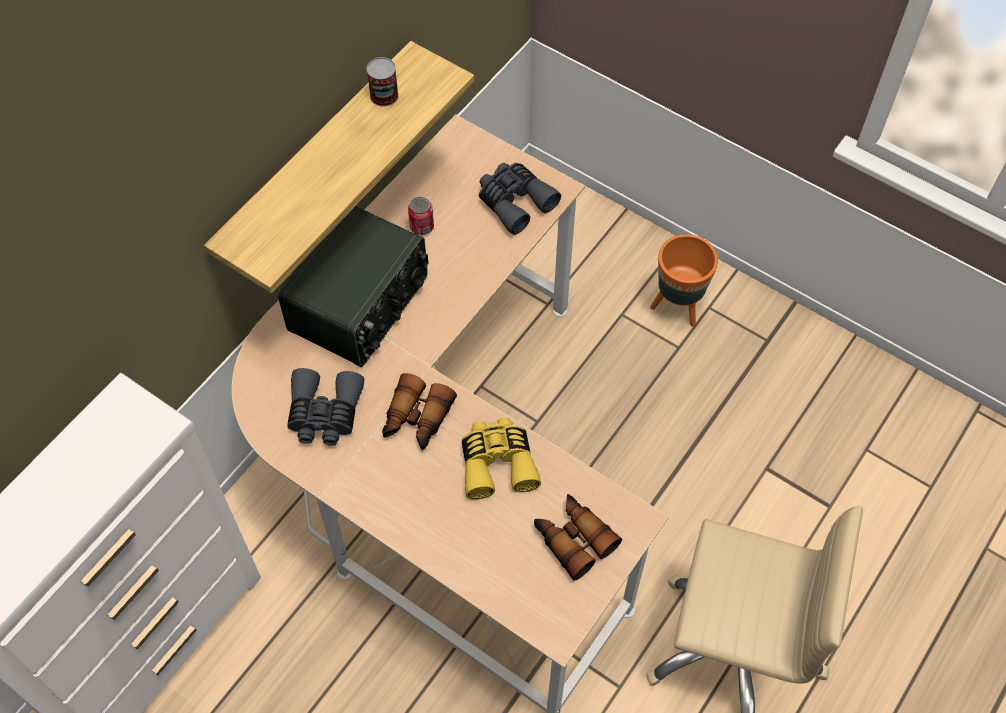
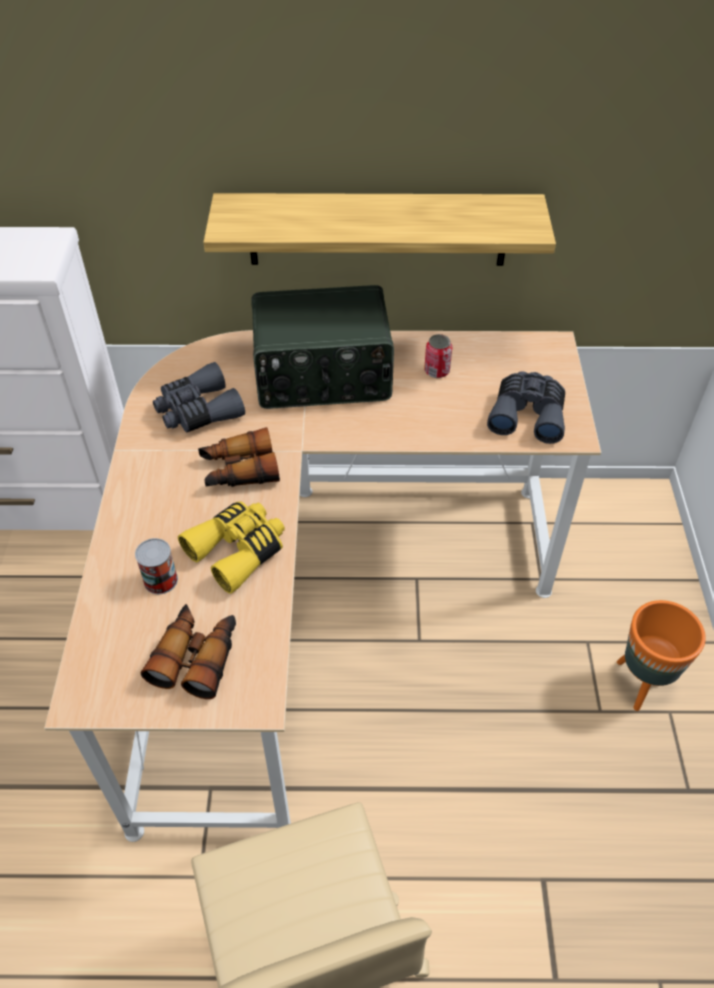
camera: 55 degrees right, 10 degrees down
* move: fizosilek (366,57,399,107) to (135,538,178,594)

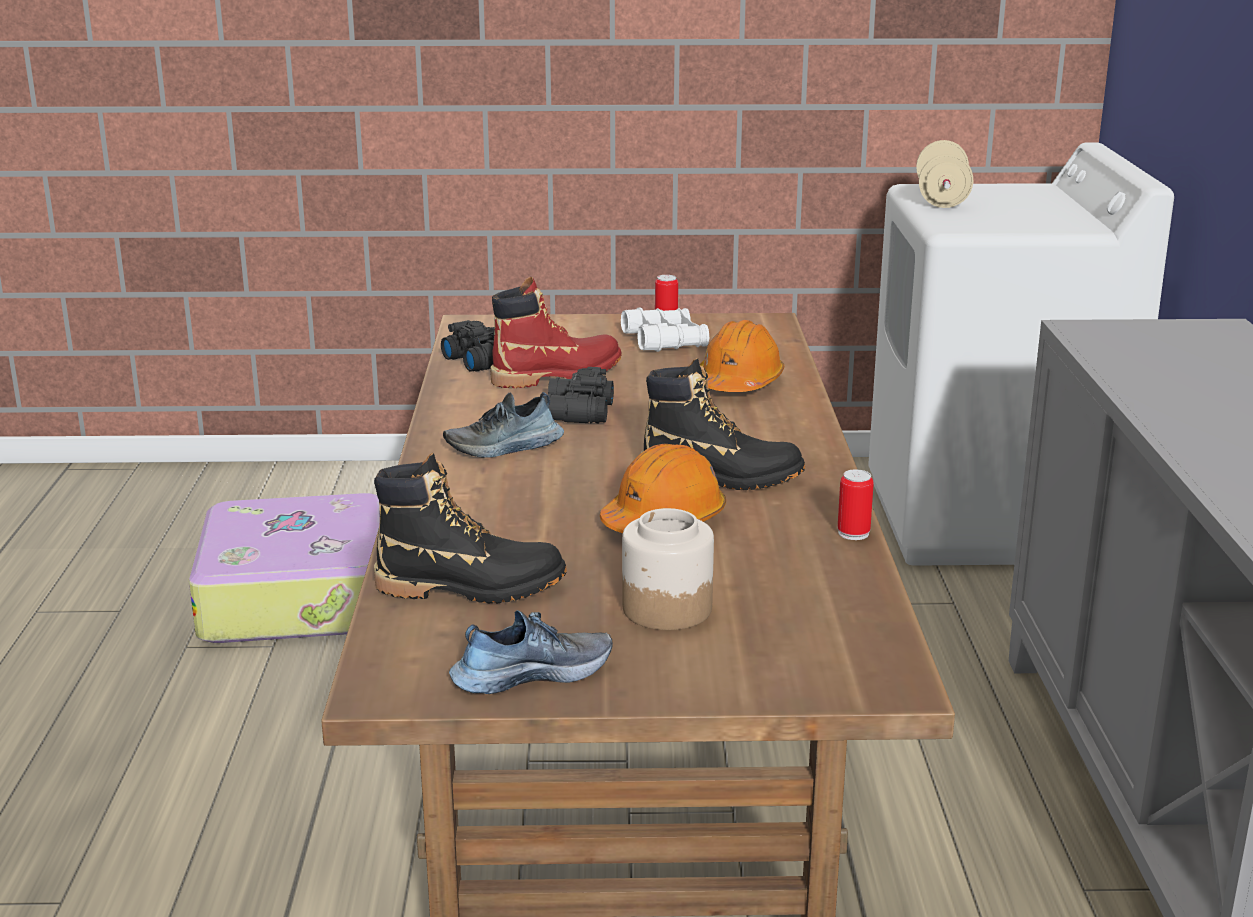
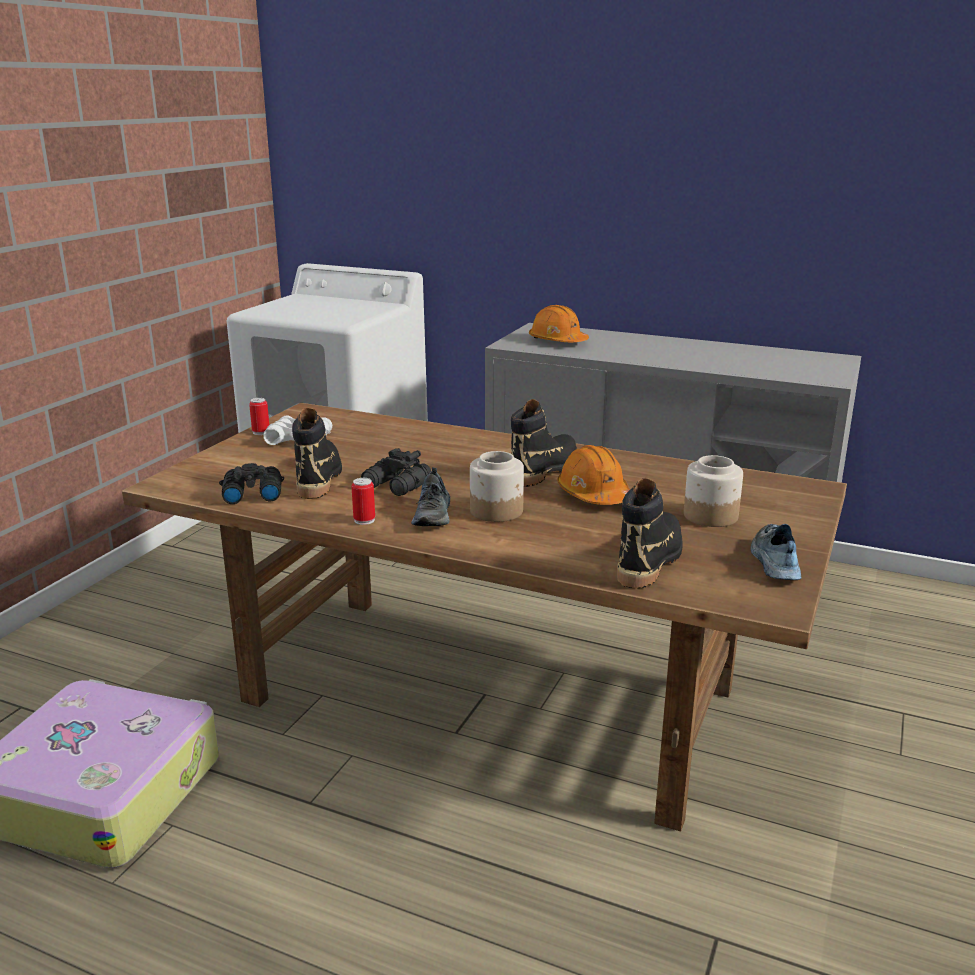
camera: 65 degrees left, 0 degrees up
* delete: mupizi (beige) (916,140,973,208)
* insert: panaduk (470,451,524,522)
* move: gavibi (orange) (700,320,784,392) to (529,305,589,342)
* move: fizosilek (838,469,874,540) to (352,478,375,525)
* recolor: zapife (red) (490,277,622,388) to zapife (black) (292,408,342,499)

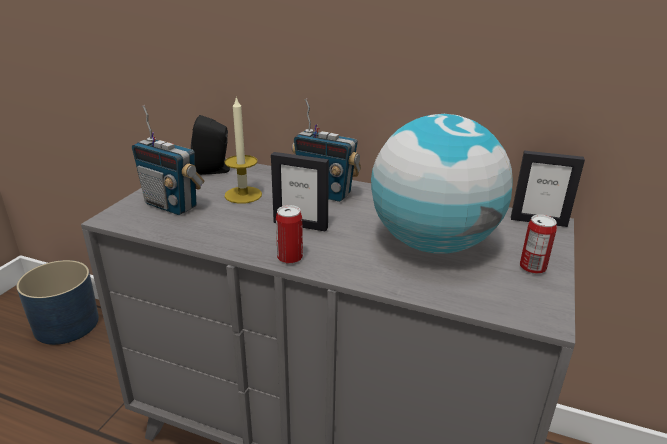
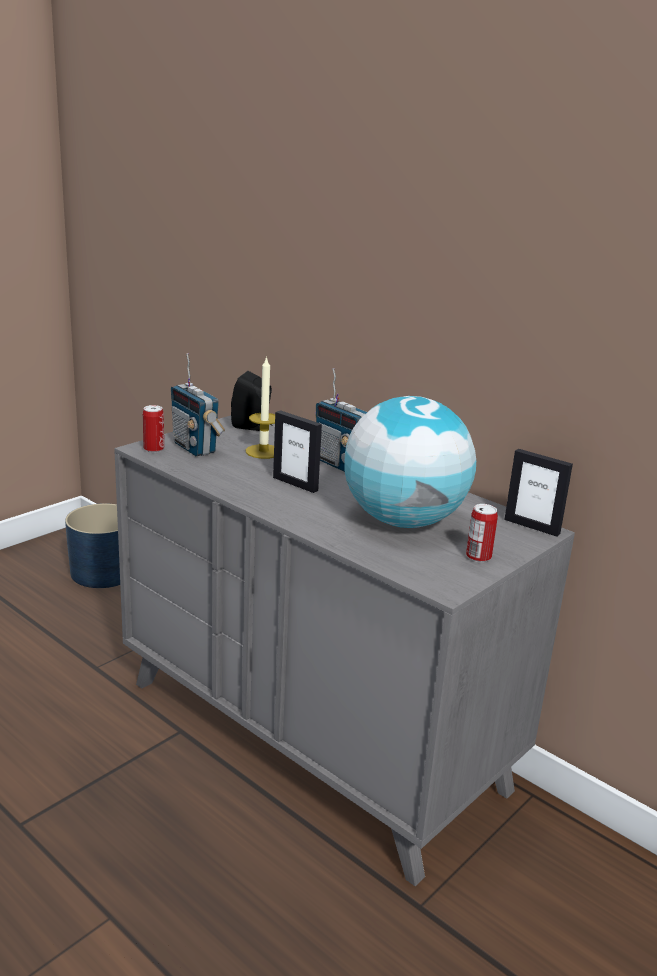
camera: 20 degrees right, 5 degrees down
* move: fizosilek (276,205,303,264) to (143,405,164,453)

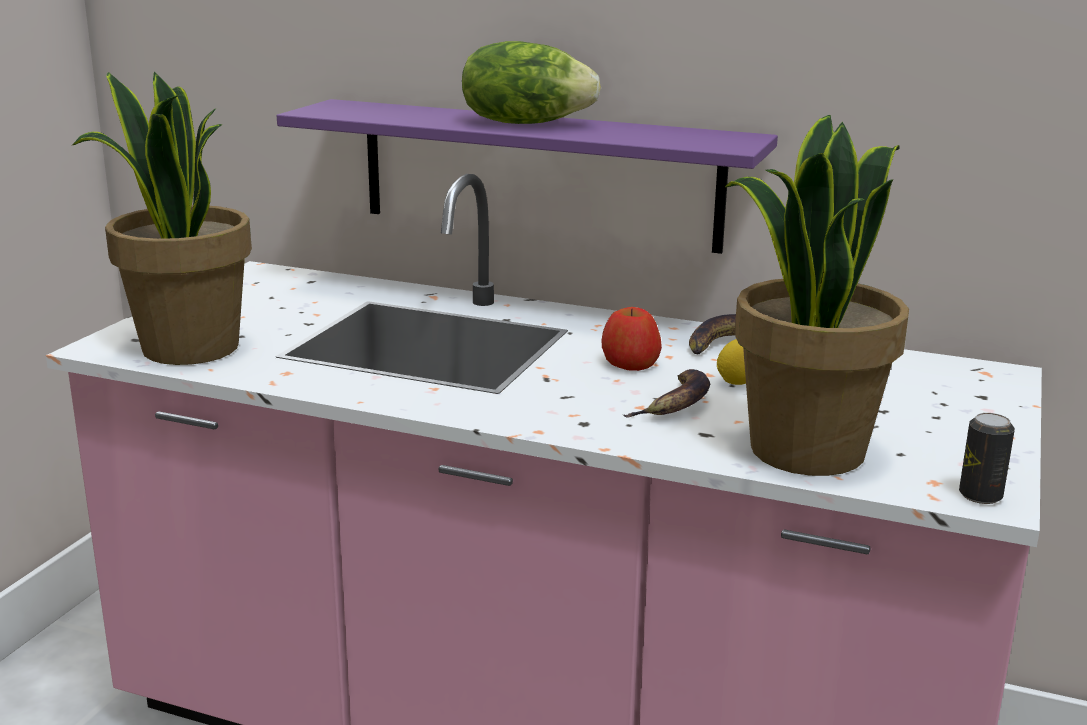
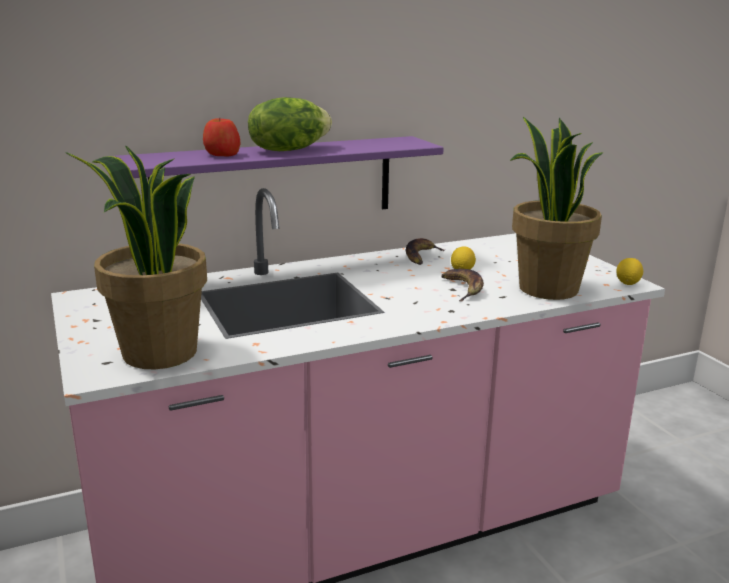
camera: 45 degrees left, 0 degrees up
* move: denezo (601,307,662,371) to (203,117,241,157)
* replace: fizosilek (959,413,1015,504) to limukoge (616,258,643,285)

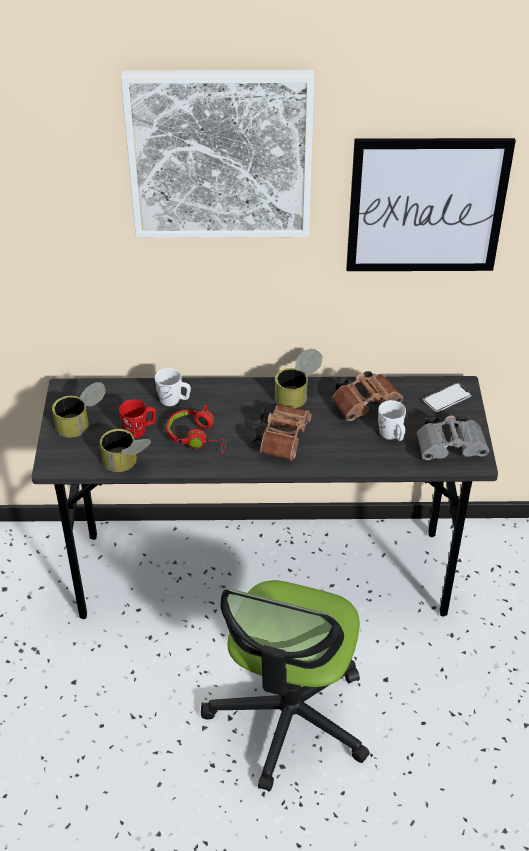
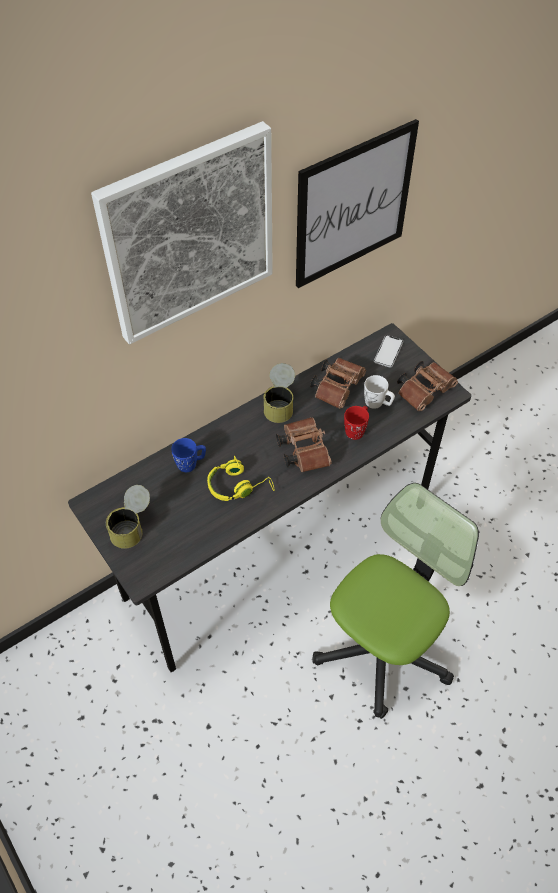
camera: 35 degrees left, 10 degrees up
* delete: fizosilek (100,429,151,472)
* move: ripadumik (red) (119,399,156,439) to (344,406,369,440)
* recolor: ripadumik (white) (155,368,191,406) to ripadumik (blue) (171,438,206,472)
* recolor: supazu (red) (166,405,227,455) to supazu (yellow) (207,456,275,501)
* recolor: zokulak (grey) (417,415,489,460) to zokulak (brown) (397,361,458,411)
* rotate: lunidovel (201,580,370,792) = (312,483,479,719) 120 degrees counterclockwise

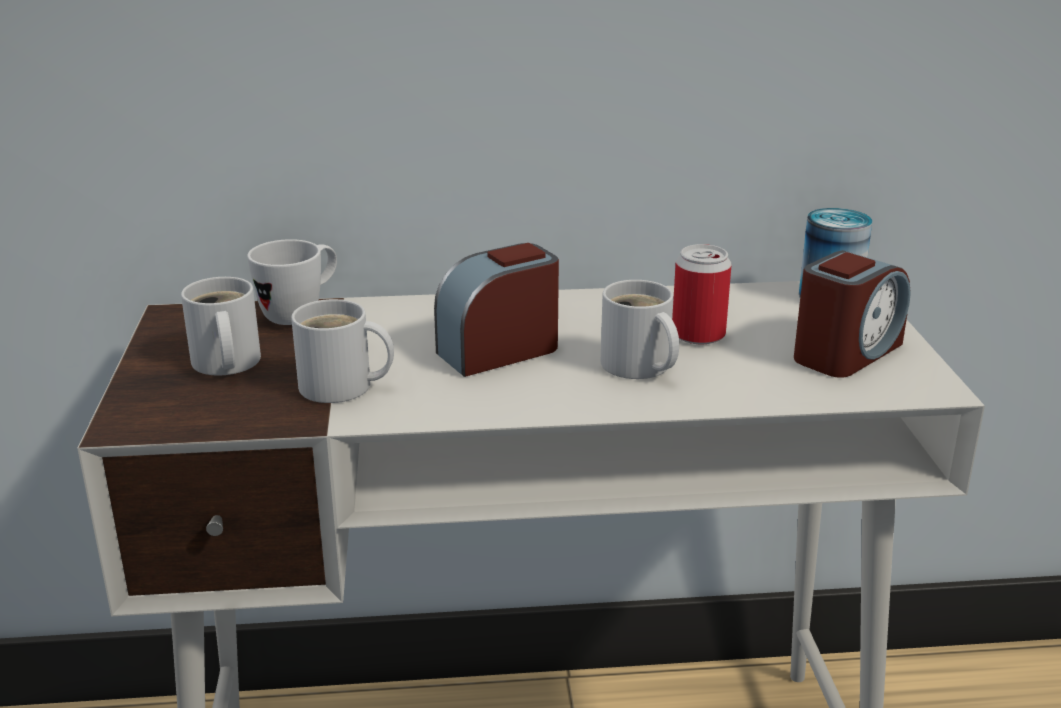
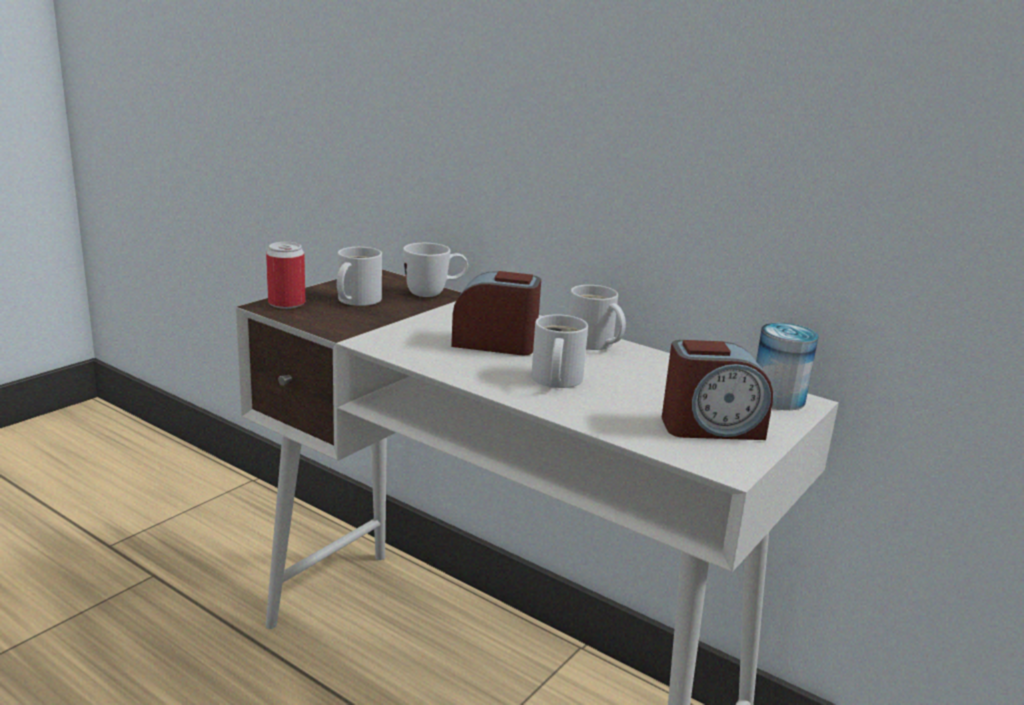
camera: 40 degrees right, 5 degrees down
* move: ripadumik (white) (291,299,394,403) to (569,285,626,350)
* move: fizosilek (672,244,732,344) to (266,242,305,309)

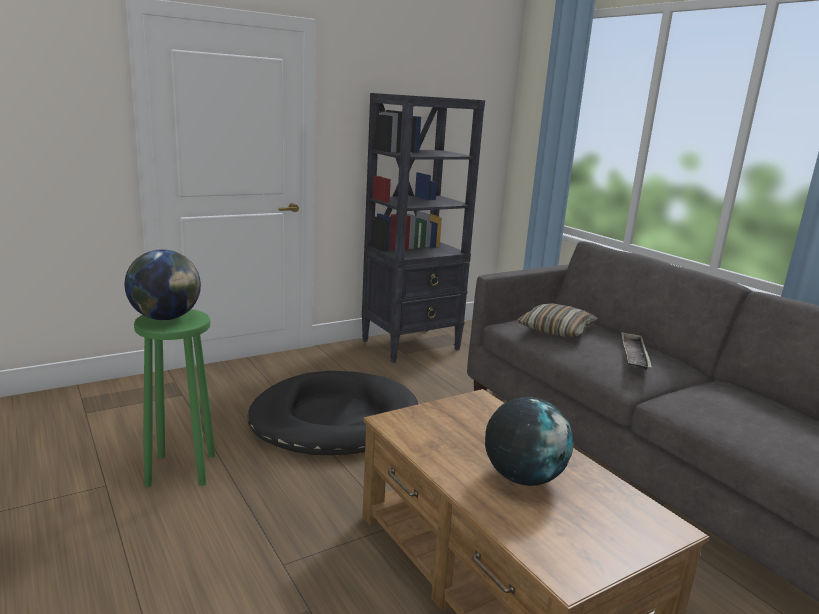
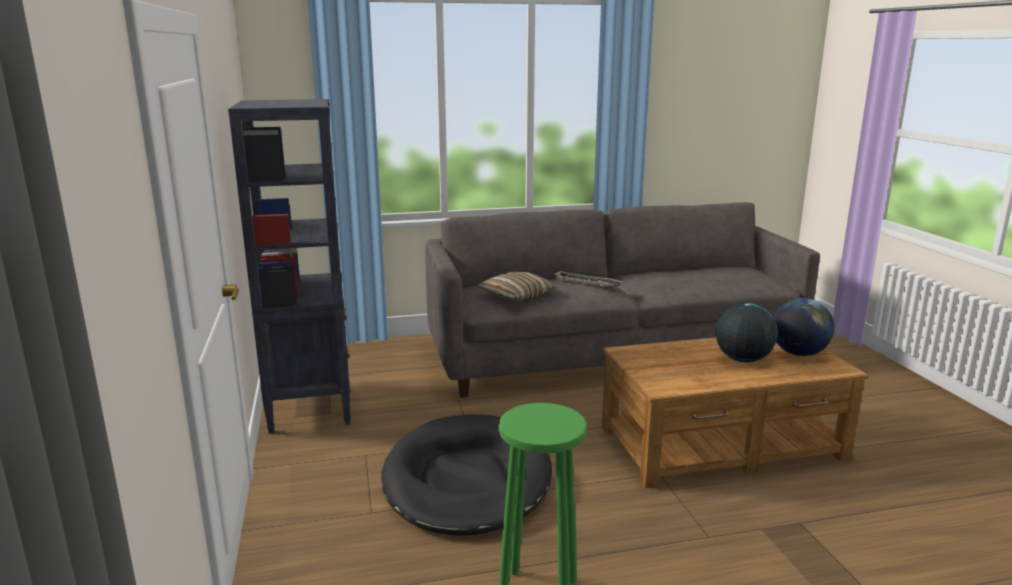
camera: 70 degrees left, 0 degrees up
* move: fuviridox (125,249,201,320) to (773,298,834,356)

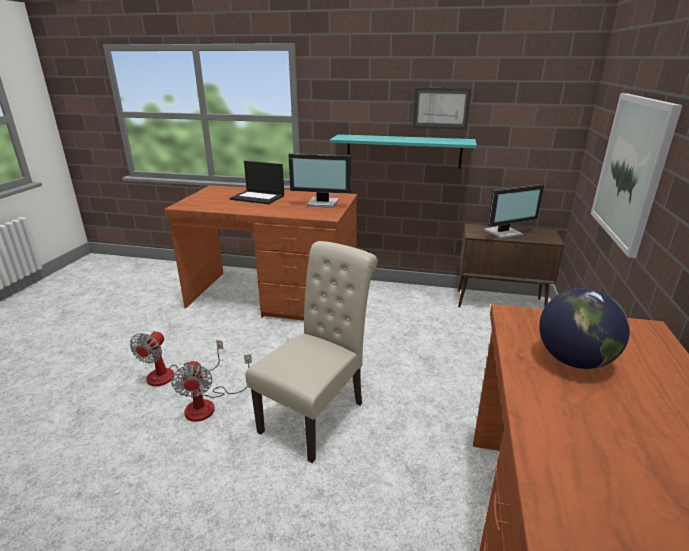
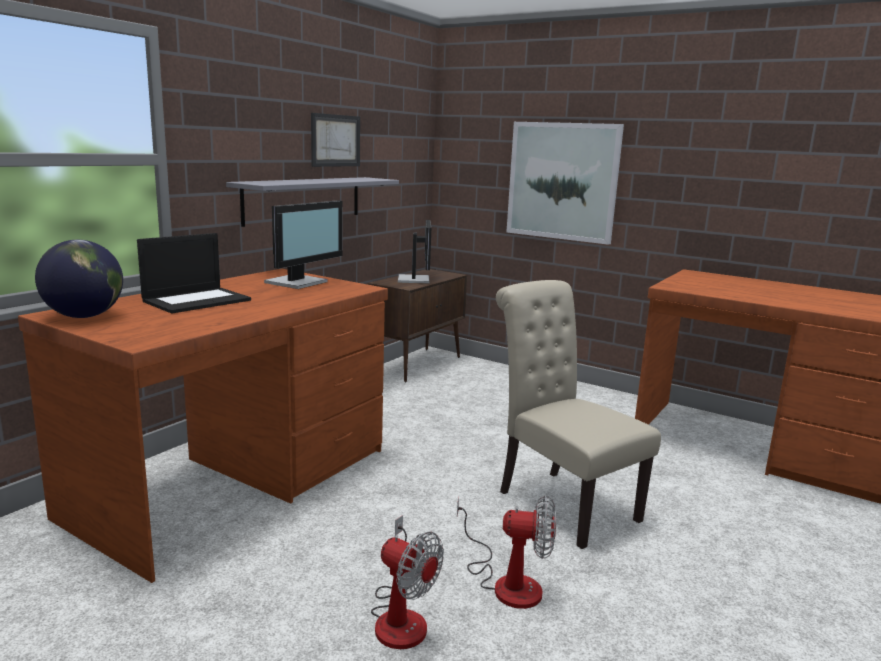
camera: 70 degrees left, 10 degrees down
* move: fuviridox (539,288,630,369) to (35,240,123,318)
* recolor: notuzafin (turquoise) (330,134,477,169) to notuzafin (grey) (226,177,399,227)

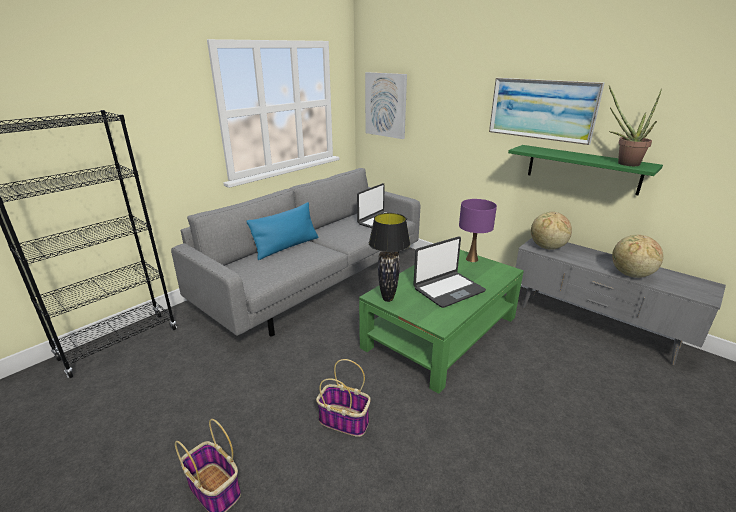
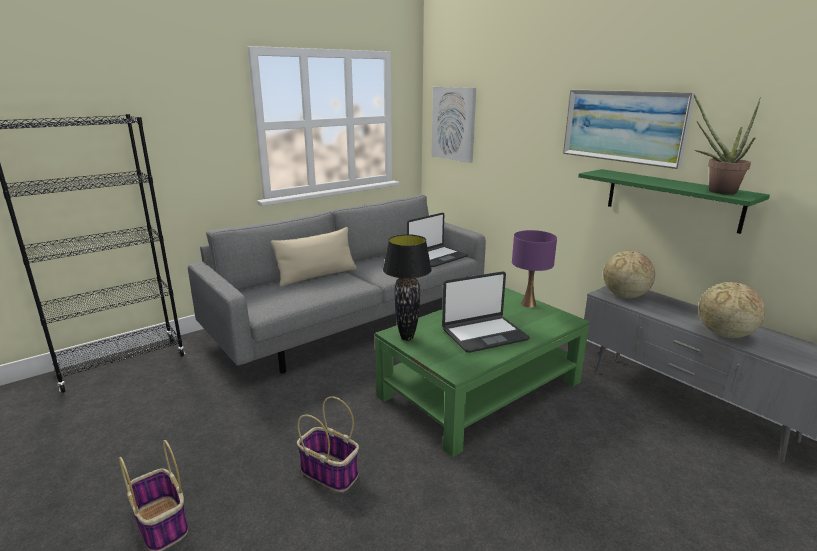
camera: 10 degrees right, 5 degrees down
* recolor: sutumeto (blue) (246,202,318,260) to sutumeto (beige) (271,227,356,287)

